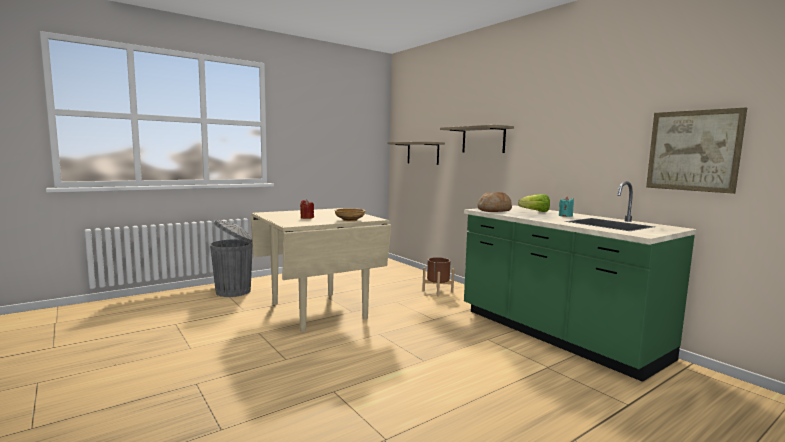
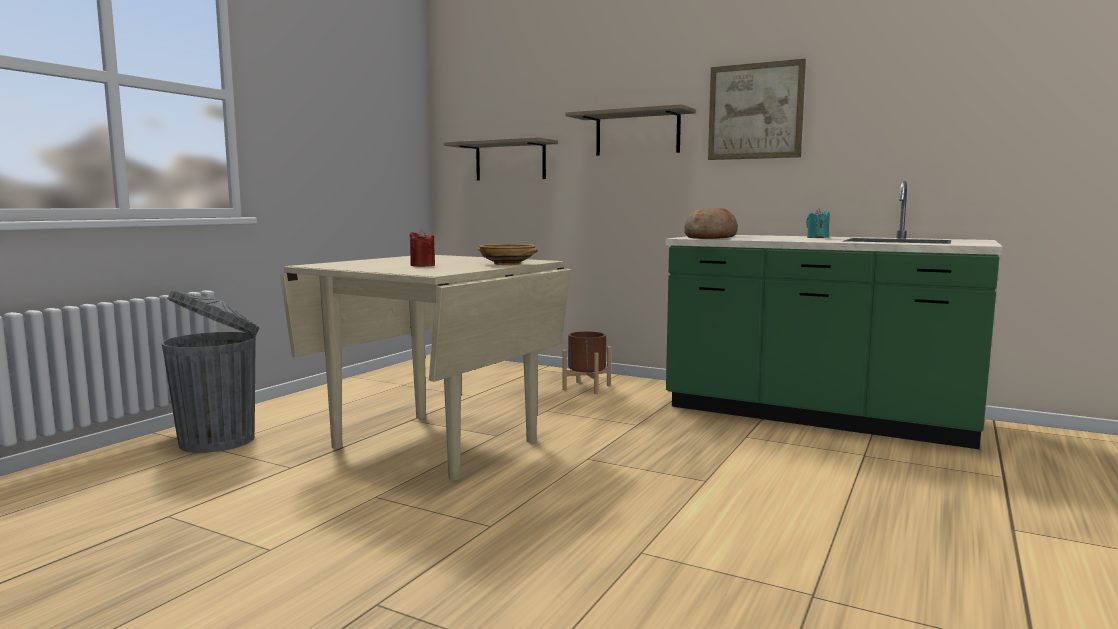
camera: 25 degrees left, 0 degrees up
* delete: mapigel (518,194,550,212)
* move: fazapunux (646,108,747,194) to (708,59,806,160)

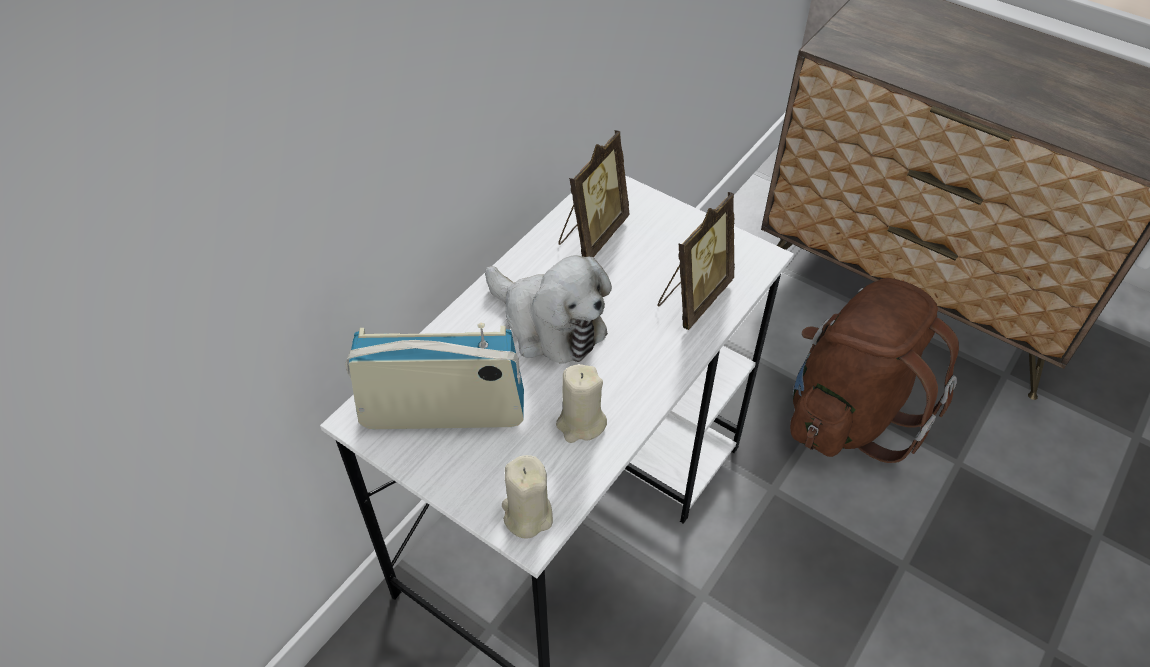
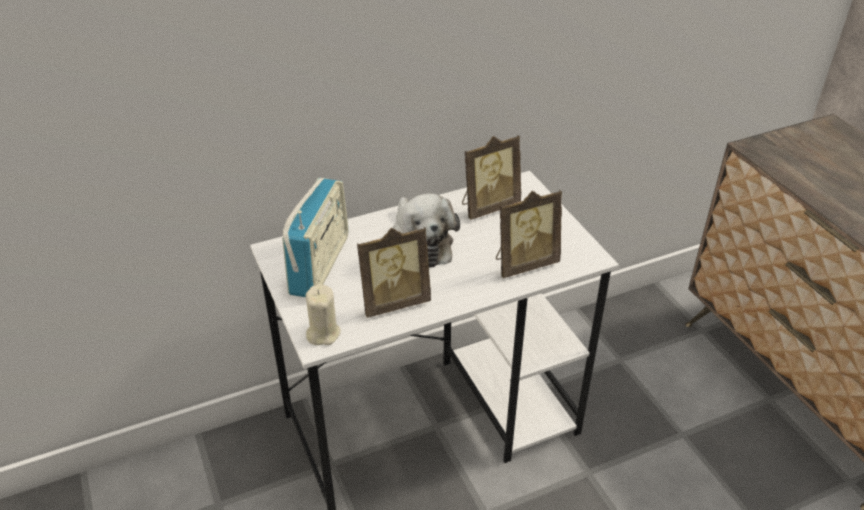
camera: 30 degrees right, 10 degrees down
* delete: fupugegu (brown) (790,278,959,463)
* replace: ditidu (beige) (556,364,607,443) to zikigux (357,227,431,318)
* rotate: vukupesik (345,323,524,429) = (282,178,349,297) 75 degrees clockwise

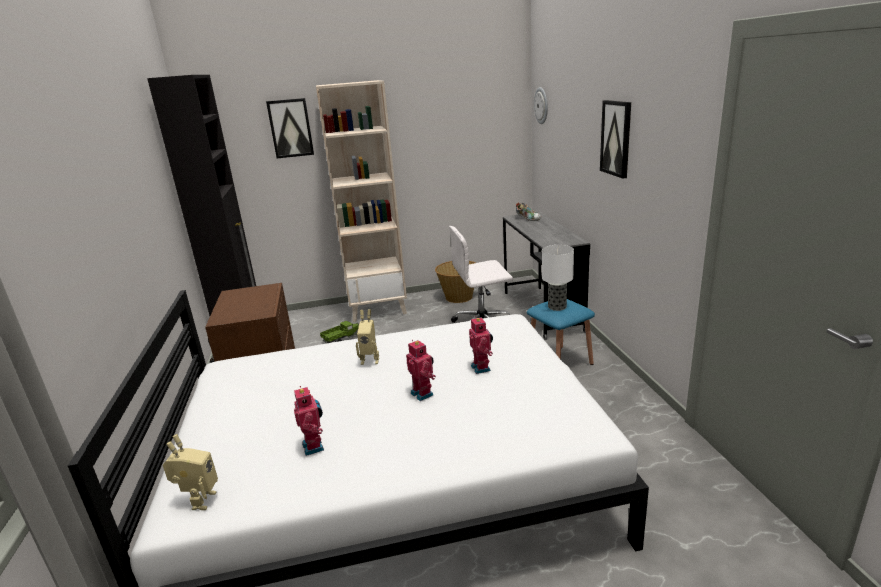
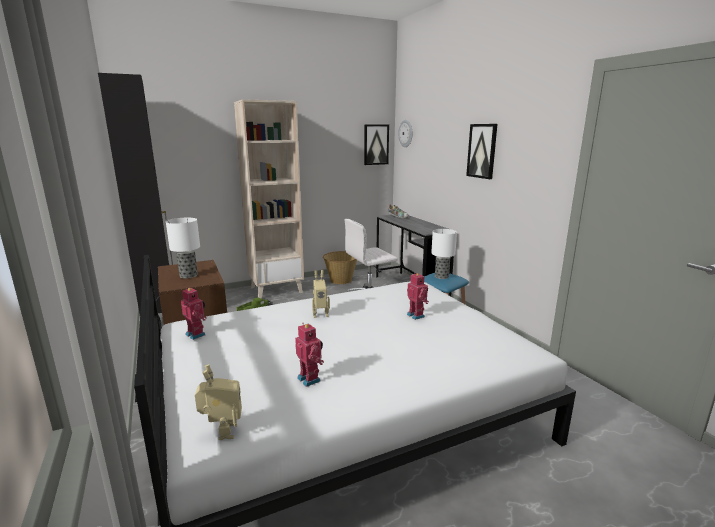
camera: 15 degrees left, 5 degrees down
* insert: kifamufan (166,218,200,279)
* move: fazapunux (266,98,314,158) to (364,124,389,165)
* move: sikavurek (406,340,436,401) to (181,287,207,340)

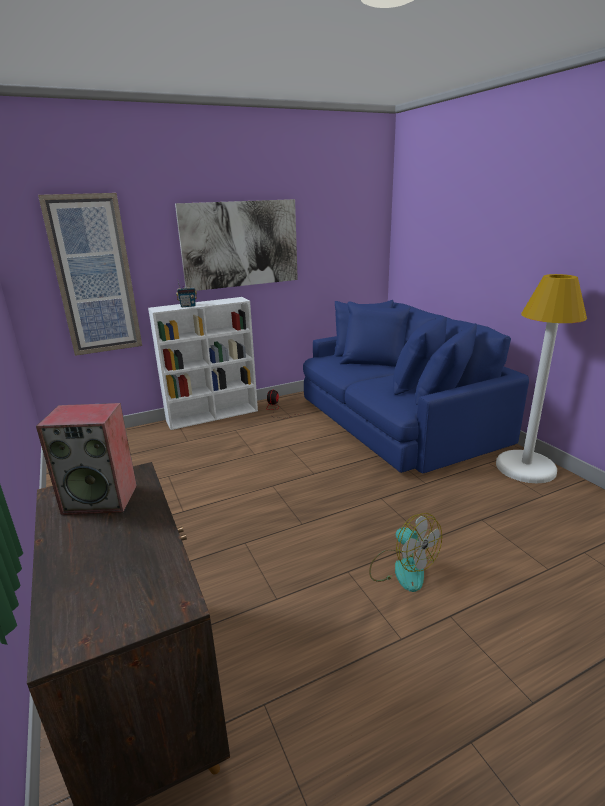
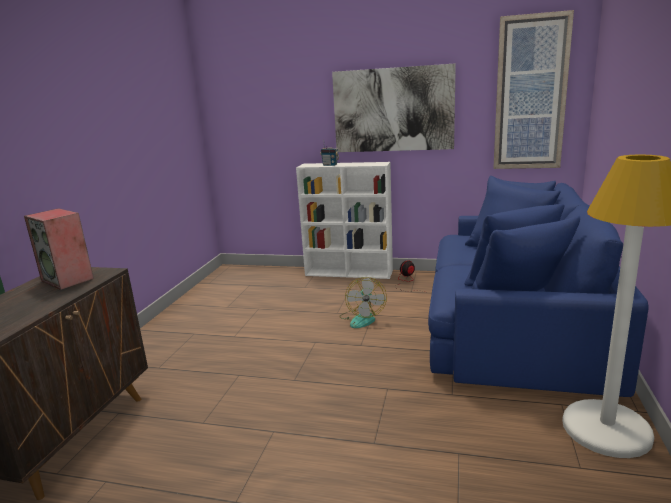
camera: 40 degrees right, 5 degrees down
* move: fazapunux (38,193,142,356) to (494,10,574,169)
* move: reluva (369,513,442,592) to (339,277,387,328)

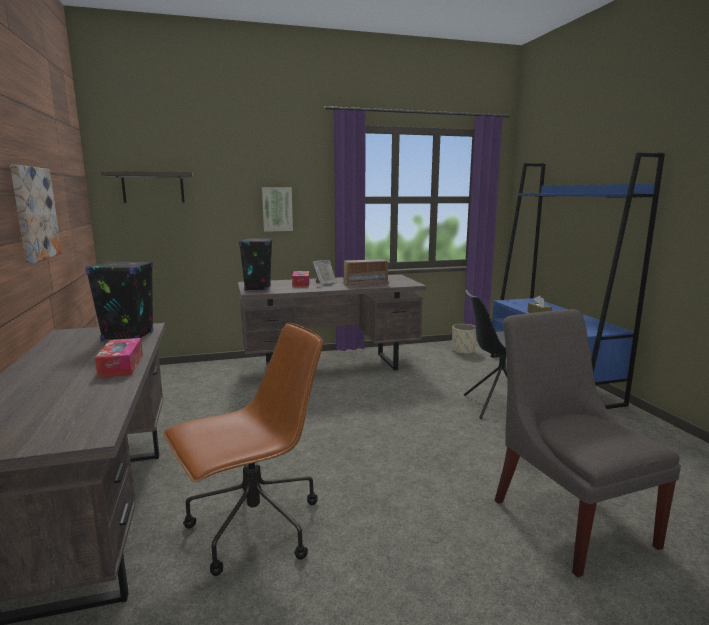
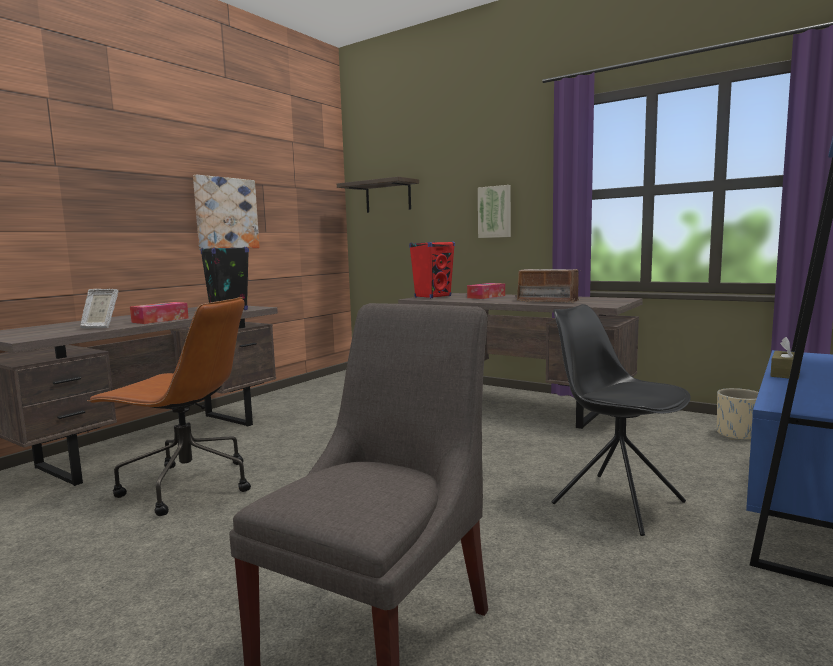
camera: 50 degrees right, 5 degrees down
* move: zikigux (313,260,337,285) to (80,289,119,329)
* recolor: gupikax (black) (239,238,272,291) to gupikax (red) (409,241,455,298)

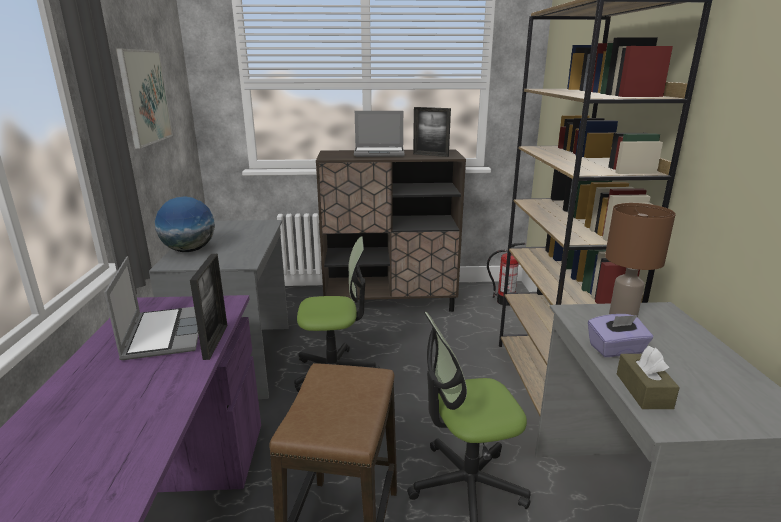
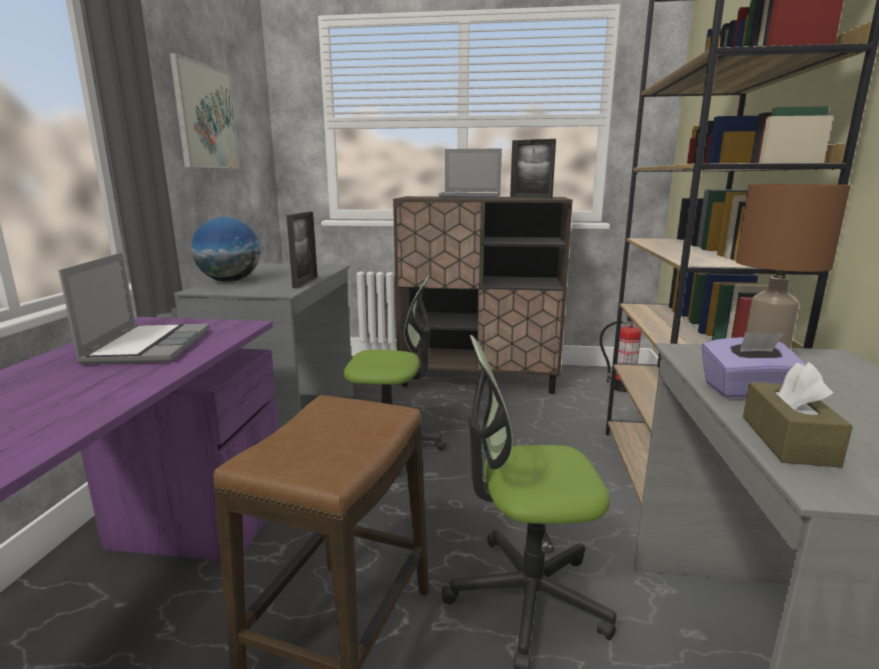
camera: 10 degrees right, 5 degrees down
* move: zikigux (190,254,227,360) to (286,212,318,288)

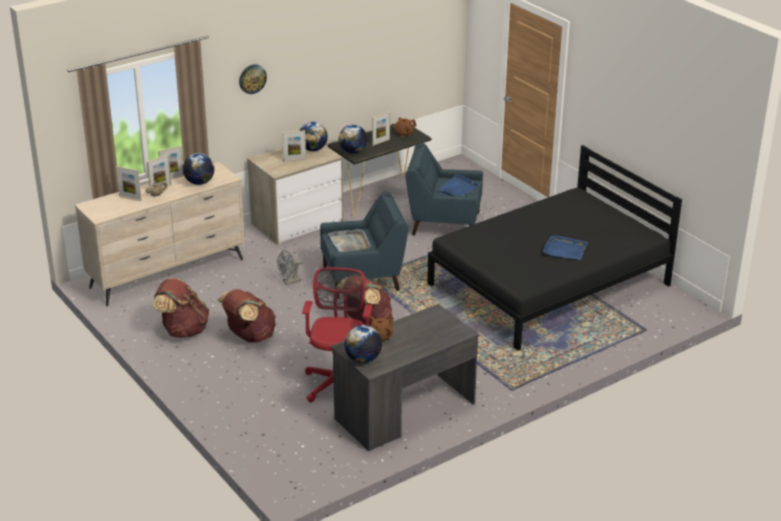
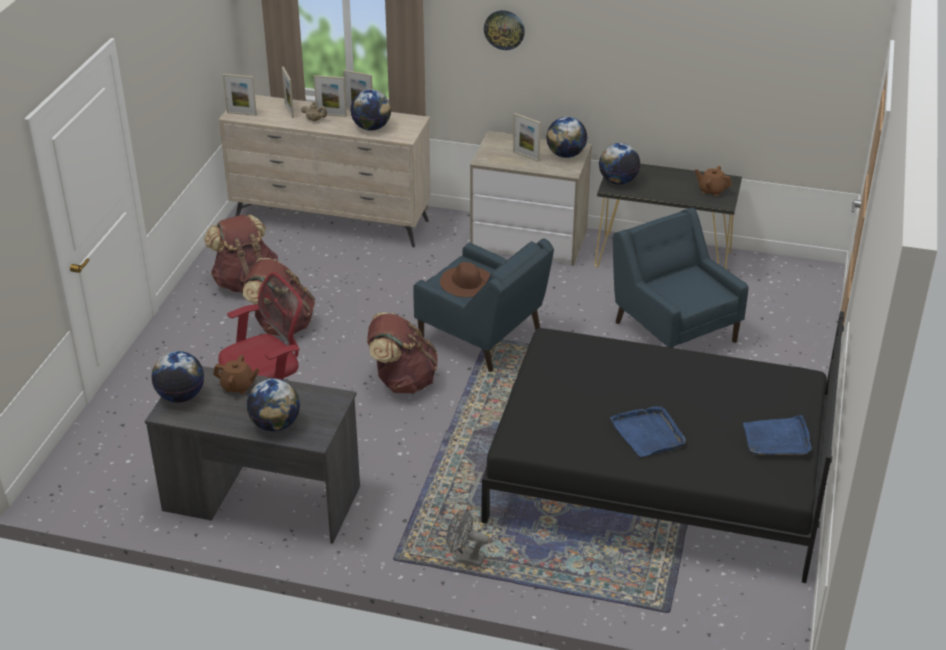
camera: 50 degrees right, 5 degrees up
* insert: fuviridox (246,378,300,431)
* move: reluva (grey) (277,250,303,285) to (446,508,490,567)
* move: zikigux (372,112,390,146) to (223,74,257,116)
* move: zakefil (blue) (438,174,480,196) to (743,415,812,455)
* replace: zakefil (grey) (328,229,371,252) to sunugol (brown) (440,262,491,297)

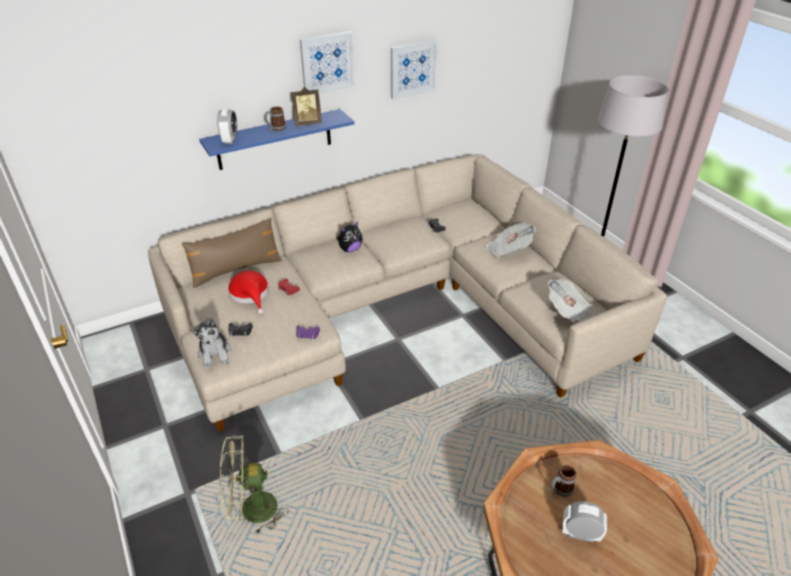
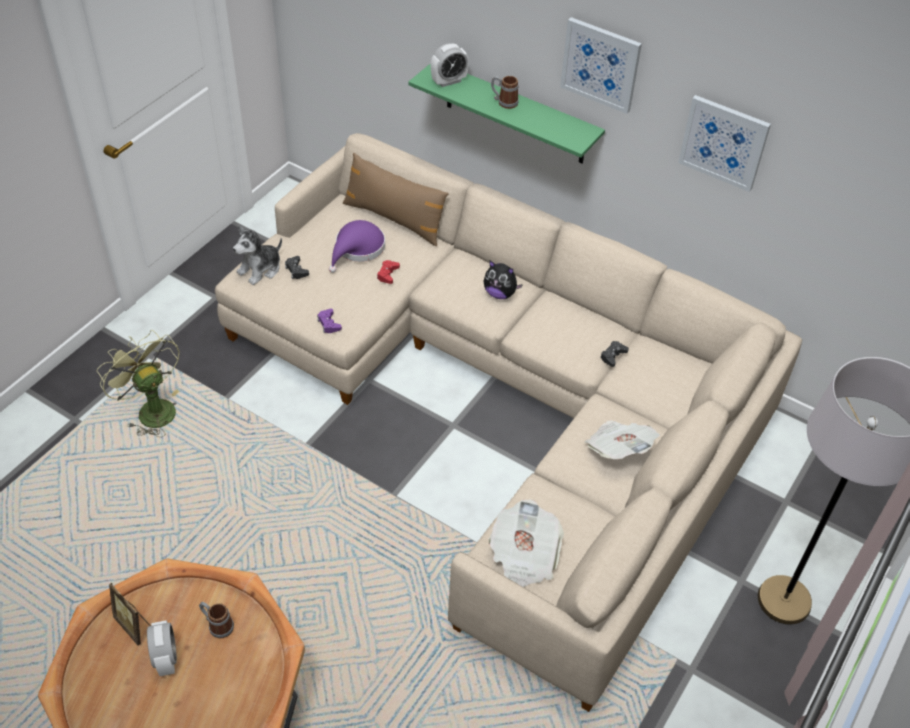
camera: 60 degrees right, 10 degrees up
* move: zikigux (291,87,322,126) to (109,583,151,646)
* recolor: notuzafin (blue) (199,109,355,170) to notuzafin (green) (408,63,605,163)
* recolor: sunugol (red) (228,271,269,314) to sunugol (purple) (329,220,385,273)

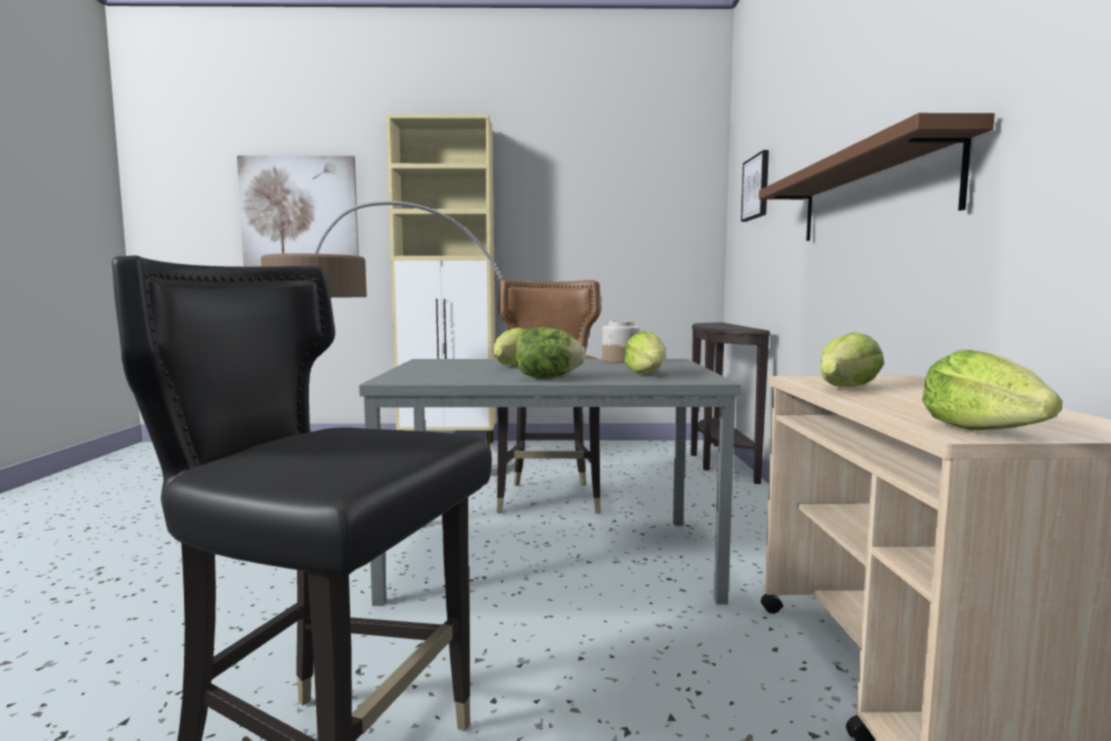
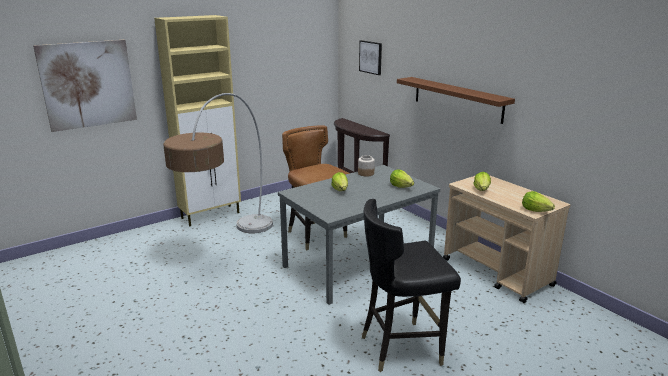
camera: 35 degrees left, 15 degrees up
* delete: mapigel (516,327,586,378)

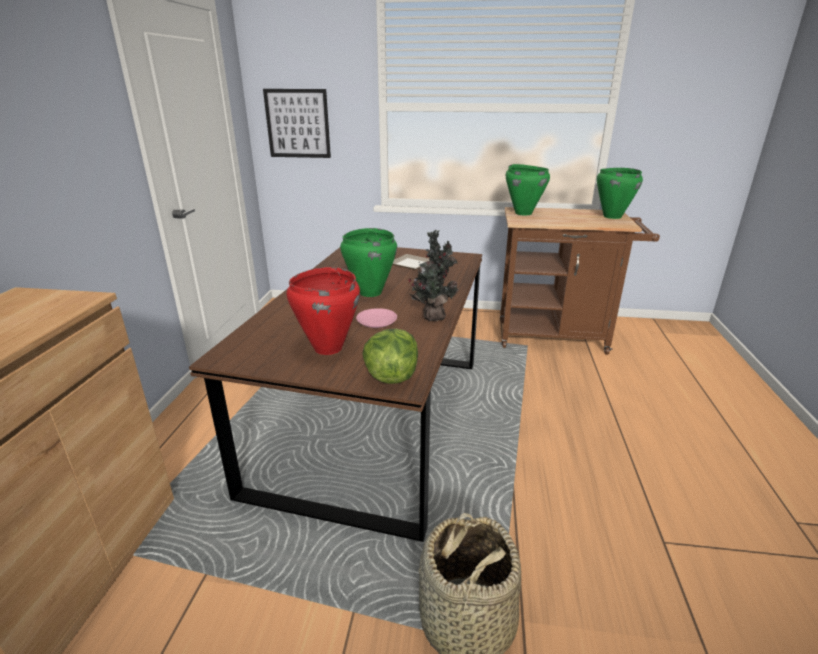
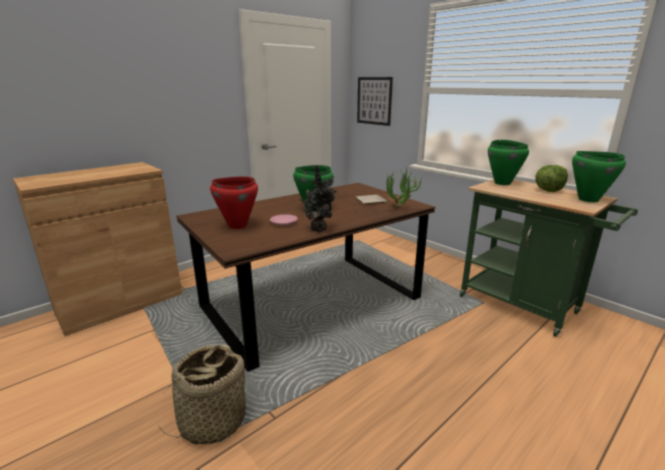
camera: 40 degrees right, 5 degrees down
* insert: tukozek (386,167,422,208)
* move: mapigel (362,329,418,384) to (535,165,568,192)
* recolor: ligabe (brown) (500,207,660,355) to ligabe (green) (460,179,638,337)

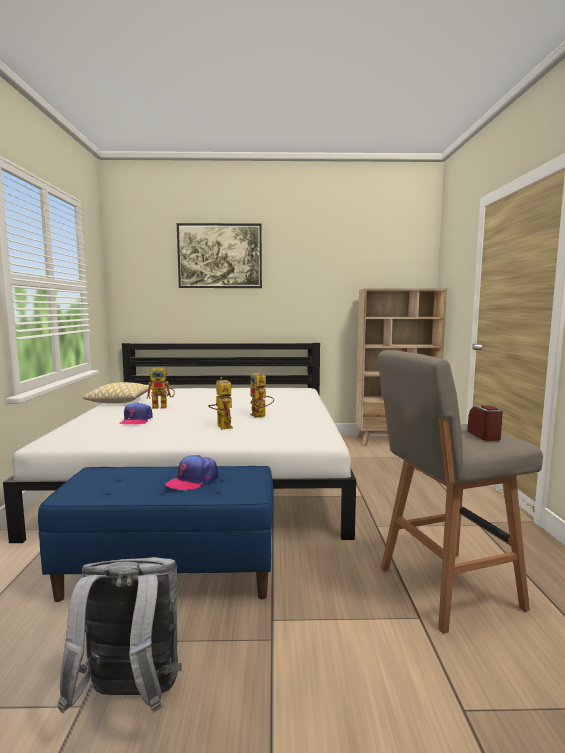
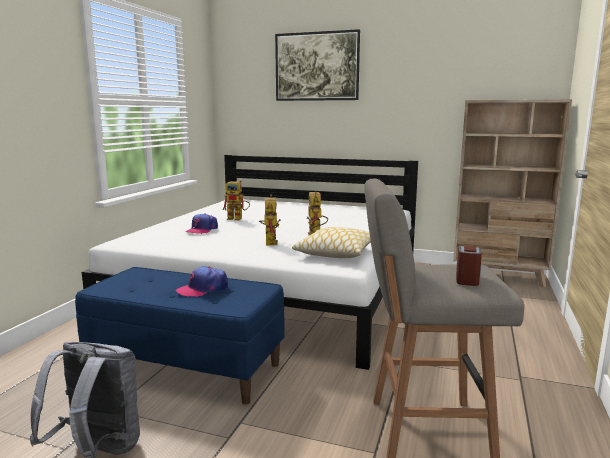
camera: 20 degrees right, 5 degrees up
* move: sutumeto (83,382,152,403) to (292,227,371,258)

